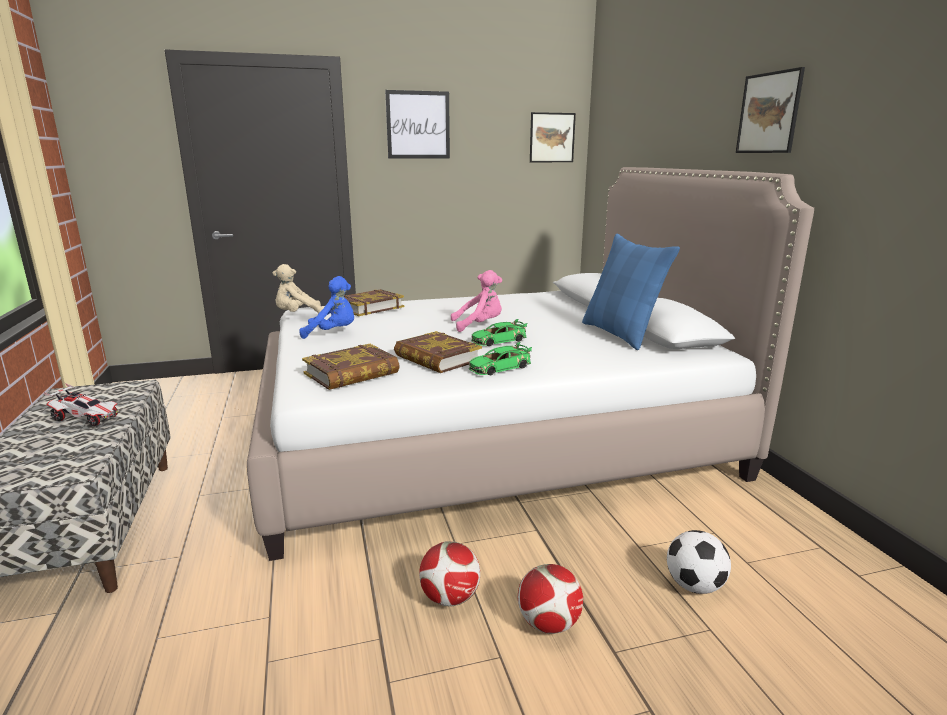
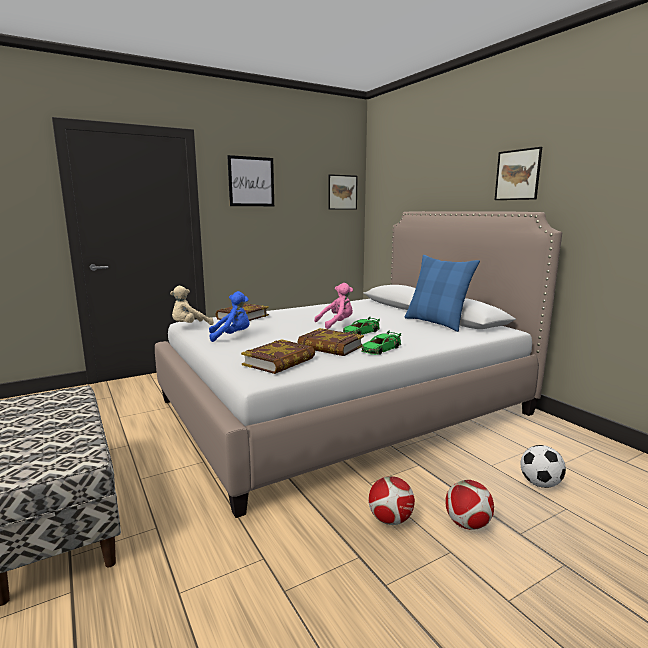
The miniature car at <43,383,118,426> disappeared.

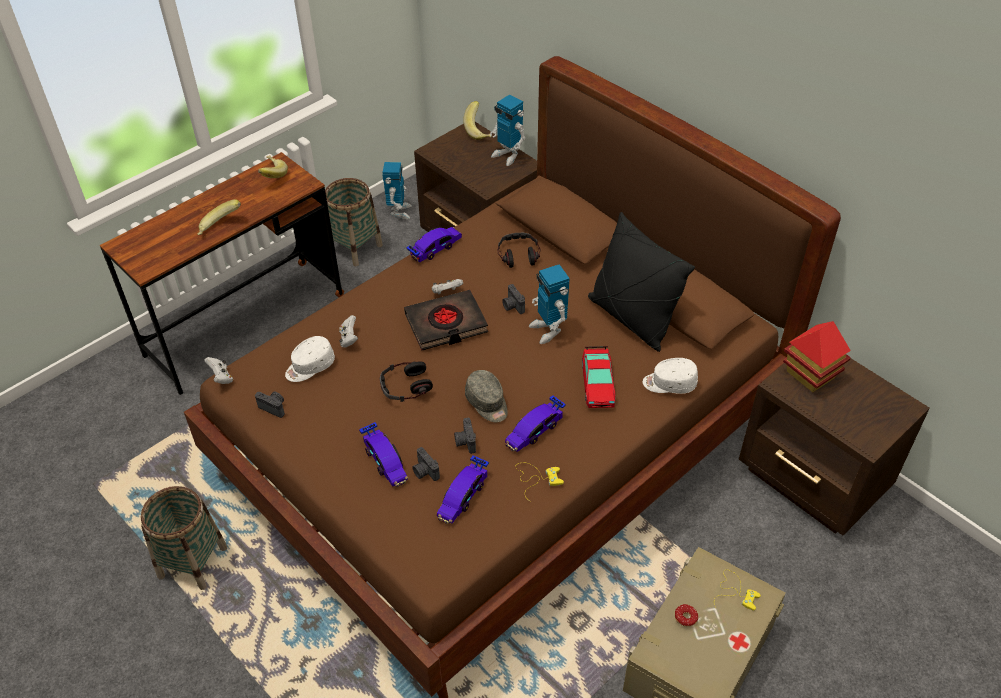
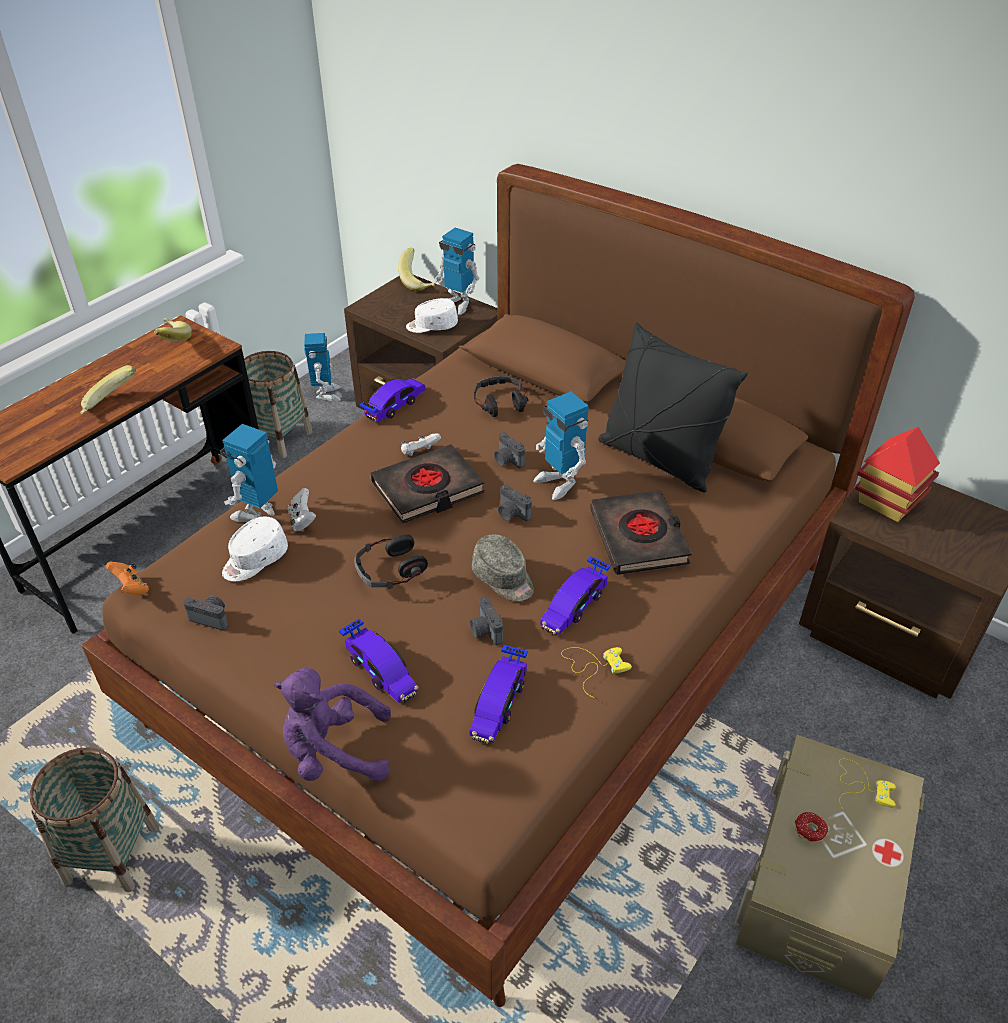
The toy robot at <220,424,278,522> appeared. The plush toy (purplish) at <274,668,391,781> appeared. The still camera moved from <412,447,440,481> to <498,484,532,521>. The baseball cap (white-coloured) moved from <642,358,698,394> to <406,298,458,333>. The miniature car at <582,346,616,408> was replaced by the volume (black-coloured) at <590,490,692,575>. The joypad (white-coloured) at <204,357,233,384> became the joypad (orange) at <106,562,149,595>.

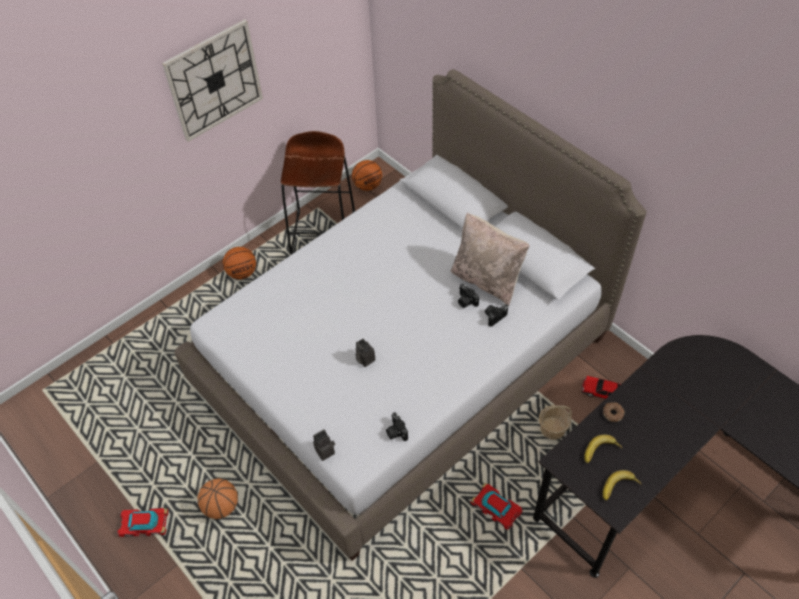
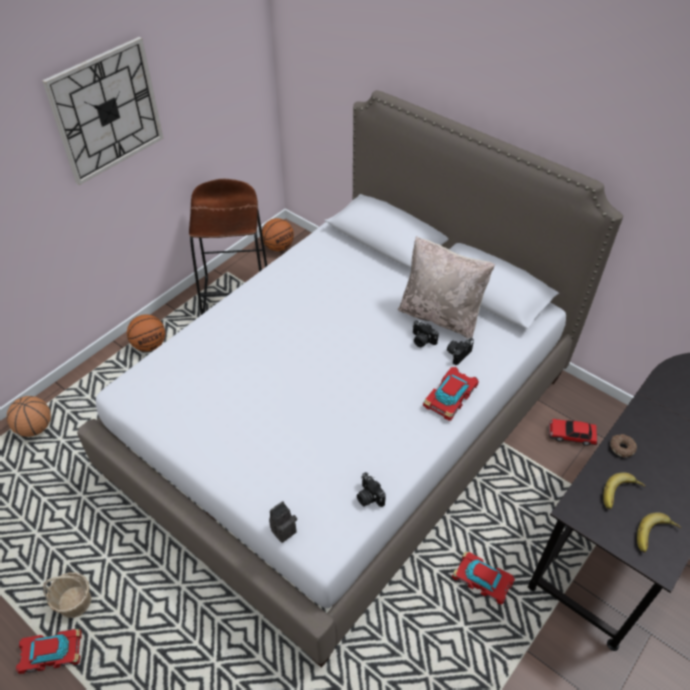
The still camera at <356,339,375,367> disappeared. The miniature car at <423,367,479,421> appeared. The ball for basketball moved from <198,478,238,519> to <7,396,51,437>. The storage basket moved from <539,405,572,440> to <43,572,91,618>.

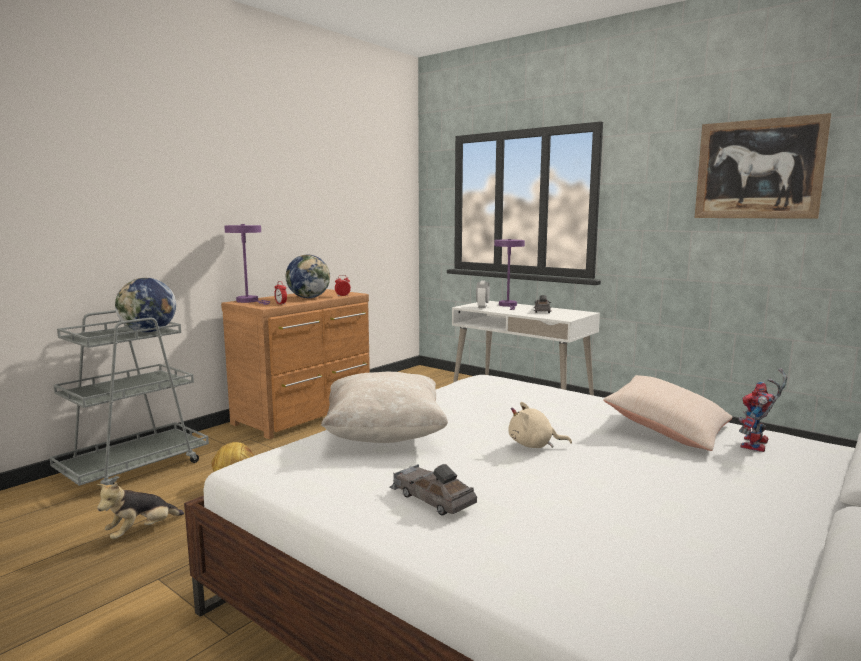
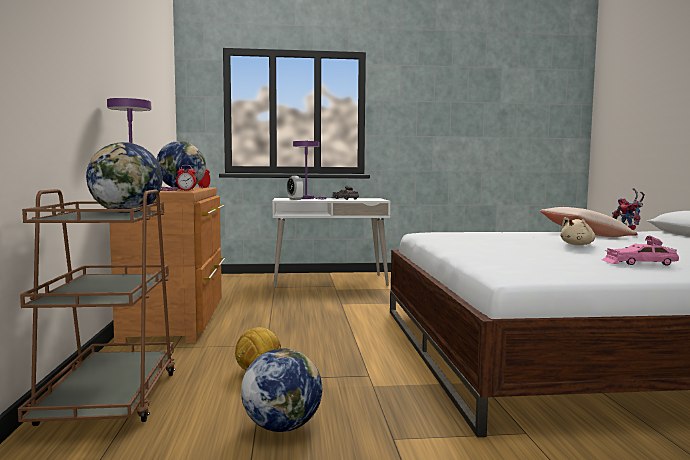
The pillow (beige) at <321,372,448,443> disappeared. The wall picture at <695,113,831,219> disappeared. The plush toy at <96,482,184,540> was replaced by the globe at <241,349,322,432>. The trolley (greyish) at <49,310,209,486> became the trolley (brownish) at <18,189,175,426>. The miniature car (greyish) at <390,464,477,516> became the miniature car (pink-coloured) at <602,236,679,266>.

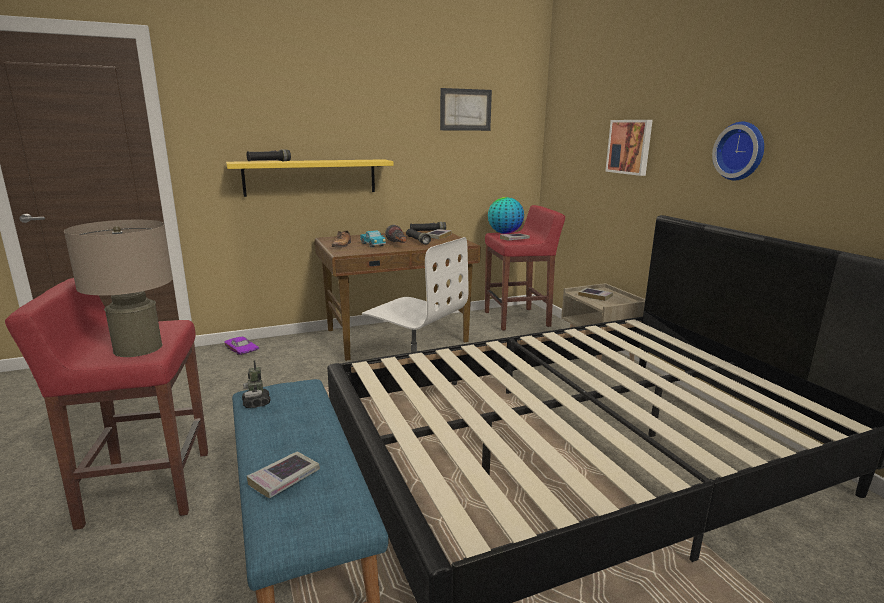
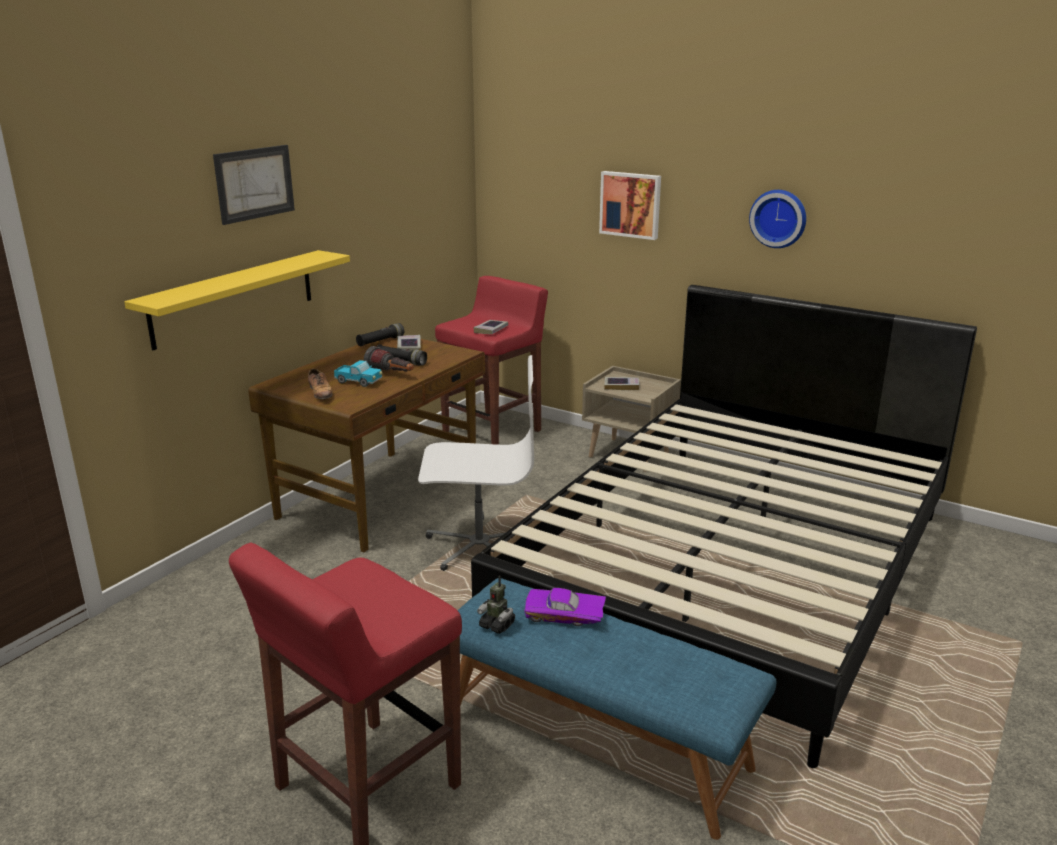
The lamp for a table (beige) at <64,220,173,357> disappeared. The torch (black-coloured) at <247,149,291,161> disappeared. The volume at <247,451,320,498> disappeared. The globe at <488,197,524,234> disappeared. The miniature car (purplish) moved from <224,337,259,355> to <524,588,606,626>. The wall picture moved from <440,88,492,131> to <213,145,295,225>.

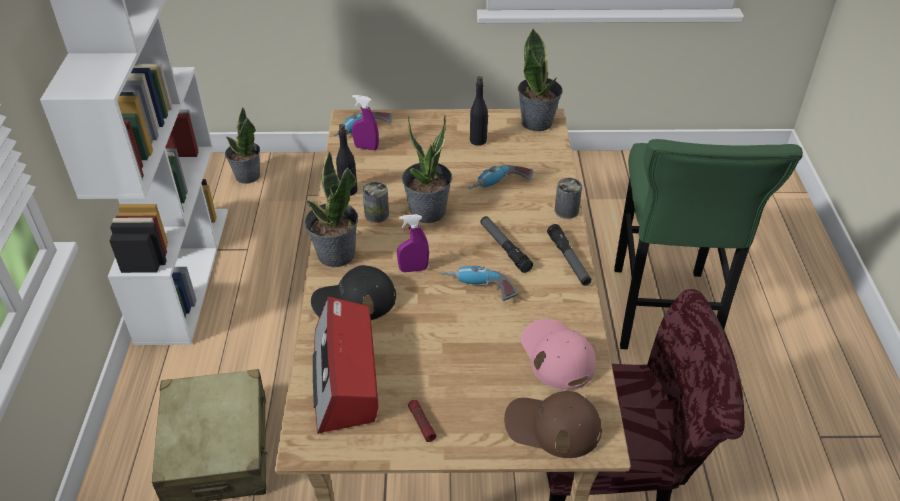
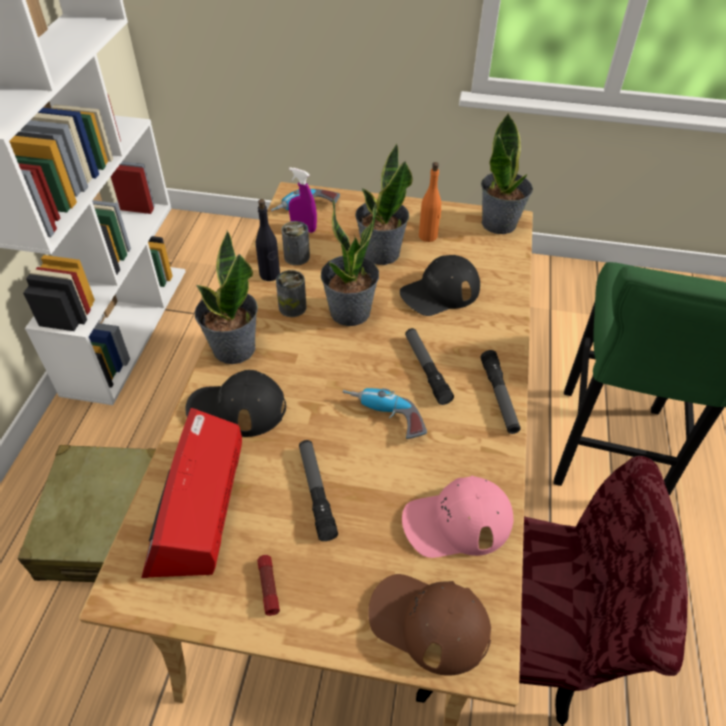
The sprayer (purplish) at <397,214,429,273> disappeared. The torch at <299,440,338,541> appeared. The potted plant moved from <225,108,260,184> to <355,142,413,265>. The can moved from <555,178,582,219> to <282,221,310,265>. The power drill at <469,165,533,189> was replaced by the baseball cap (black-coloured) at <400,255,480,316>. The bottle (black-coloured) at <470,76,488,146> became the bottle (orange) at <419,162,442,242>. The baseball cap (pink-coloured) at <521,319,596,390> turned 90 degrees counterclockwise.

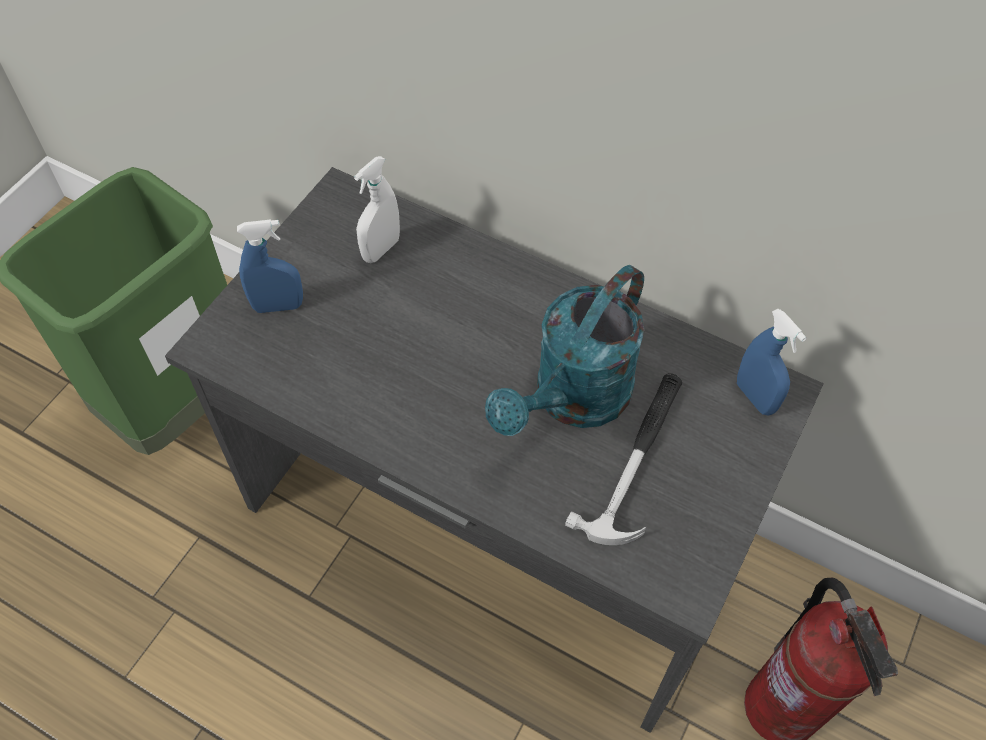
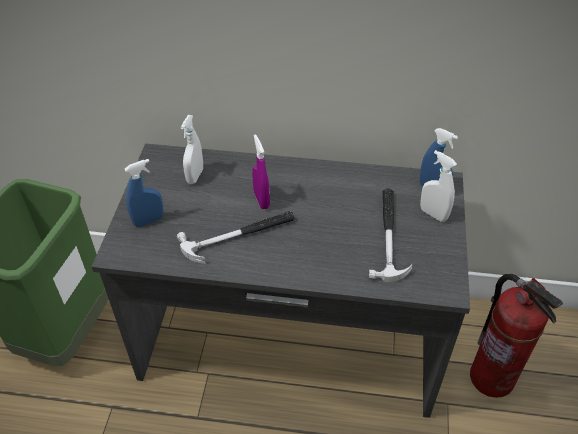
The watering pot (turquoise-coloured) at <485,265,645,436> disappeared. The hand hammer at <177,211,295,264> appeared. The sprayer (purplish) at <252,134,270,209> appeared. The sprayer (white-coloured) at <420,150,457,222> appeared.

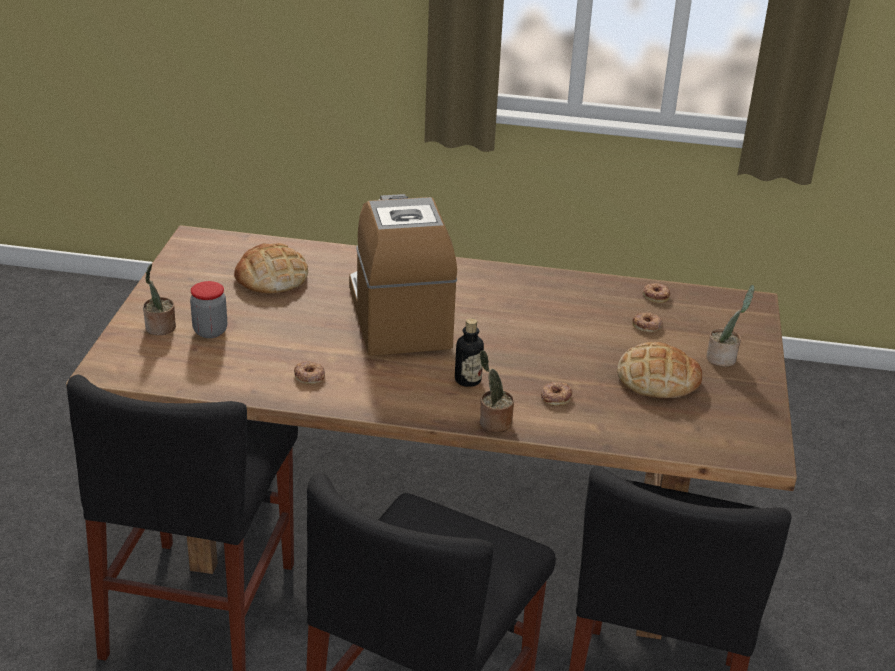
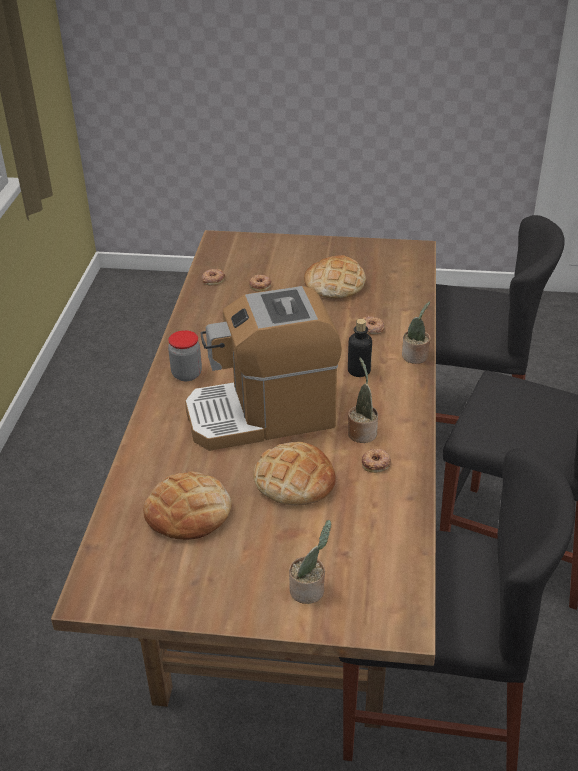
The bakery bread at <253,442,336,506> appeared. The preserve jar moved from <190,281,227,338> to <168,330,202,381>. The potted plant moved from <706,285,755,367> to <348,358,378,443>.

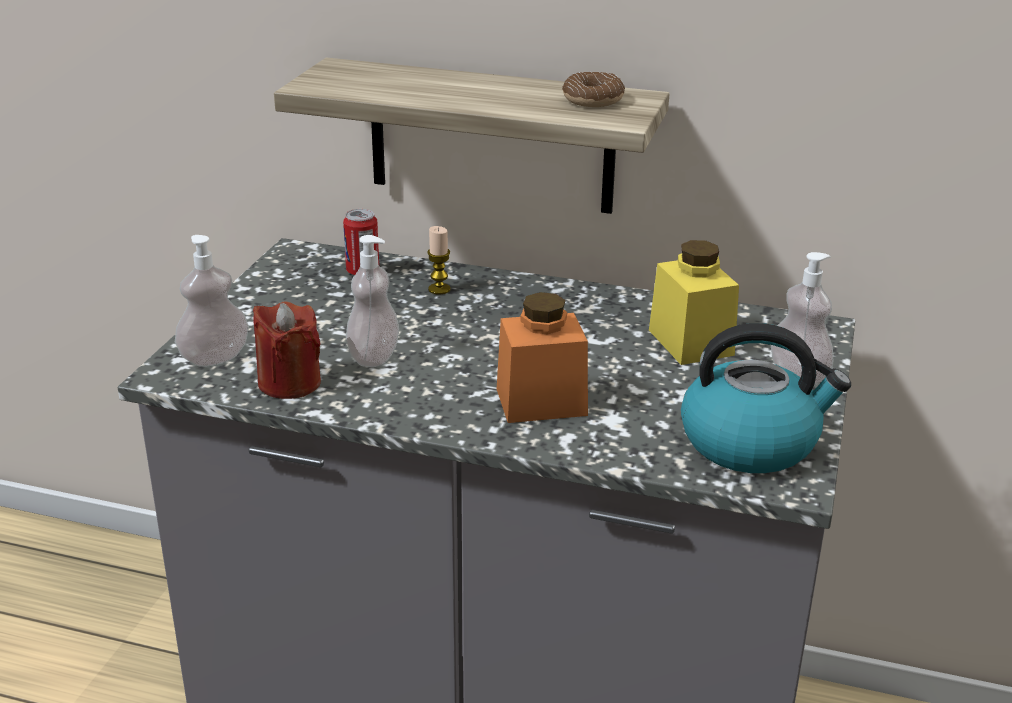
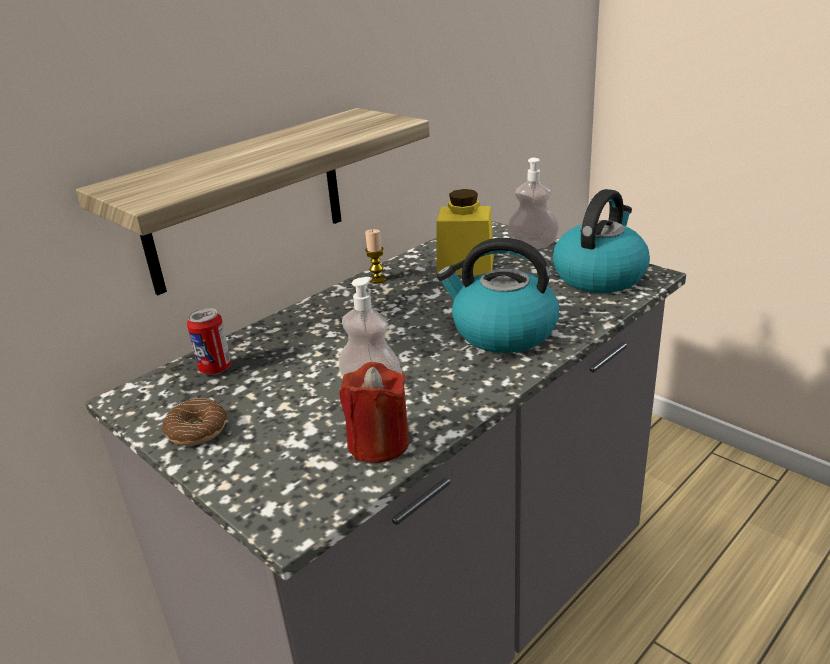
The soap dispenser at <175,235,249,367> disappeared. The wax light moved from <427,226,451,295> to <365,229,386,283>. The doughnut moved from <562,72,625,107> to <162,398,227,446>. The preserve jar (orange) at <497,292,588,423> was replaced by the water kettle at <437,238,559,353>.

